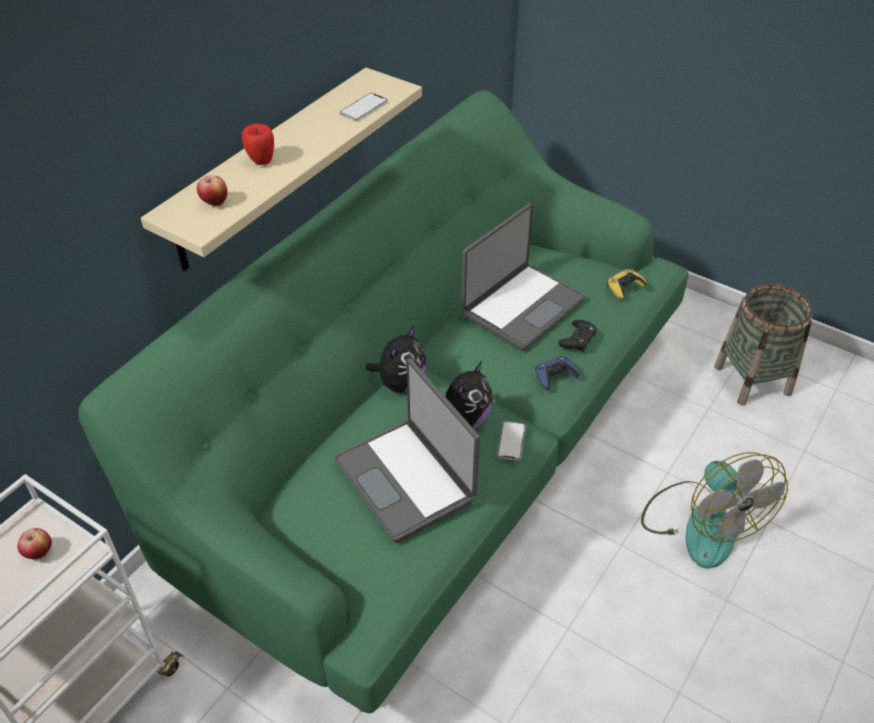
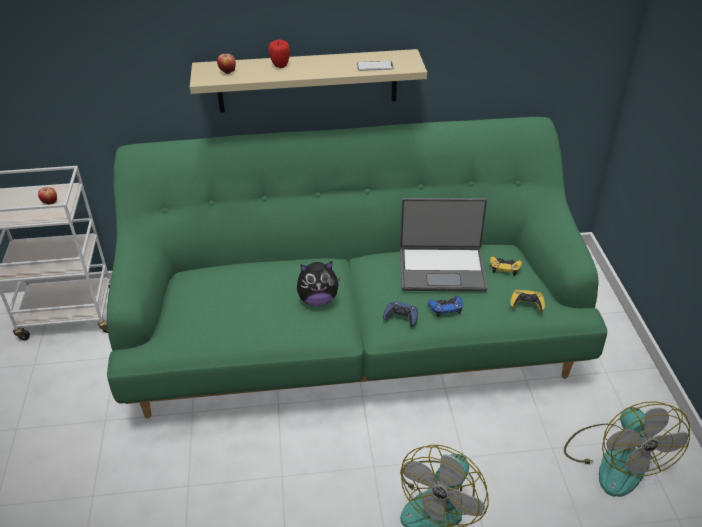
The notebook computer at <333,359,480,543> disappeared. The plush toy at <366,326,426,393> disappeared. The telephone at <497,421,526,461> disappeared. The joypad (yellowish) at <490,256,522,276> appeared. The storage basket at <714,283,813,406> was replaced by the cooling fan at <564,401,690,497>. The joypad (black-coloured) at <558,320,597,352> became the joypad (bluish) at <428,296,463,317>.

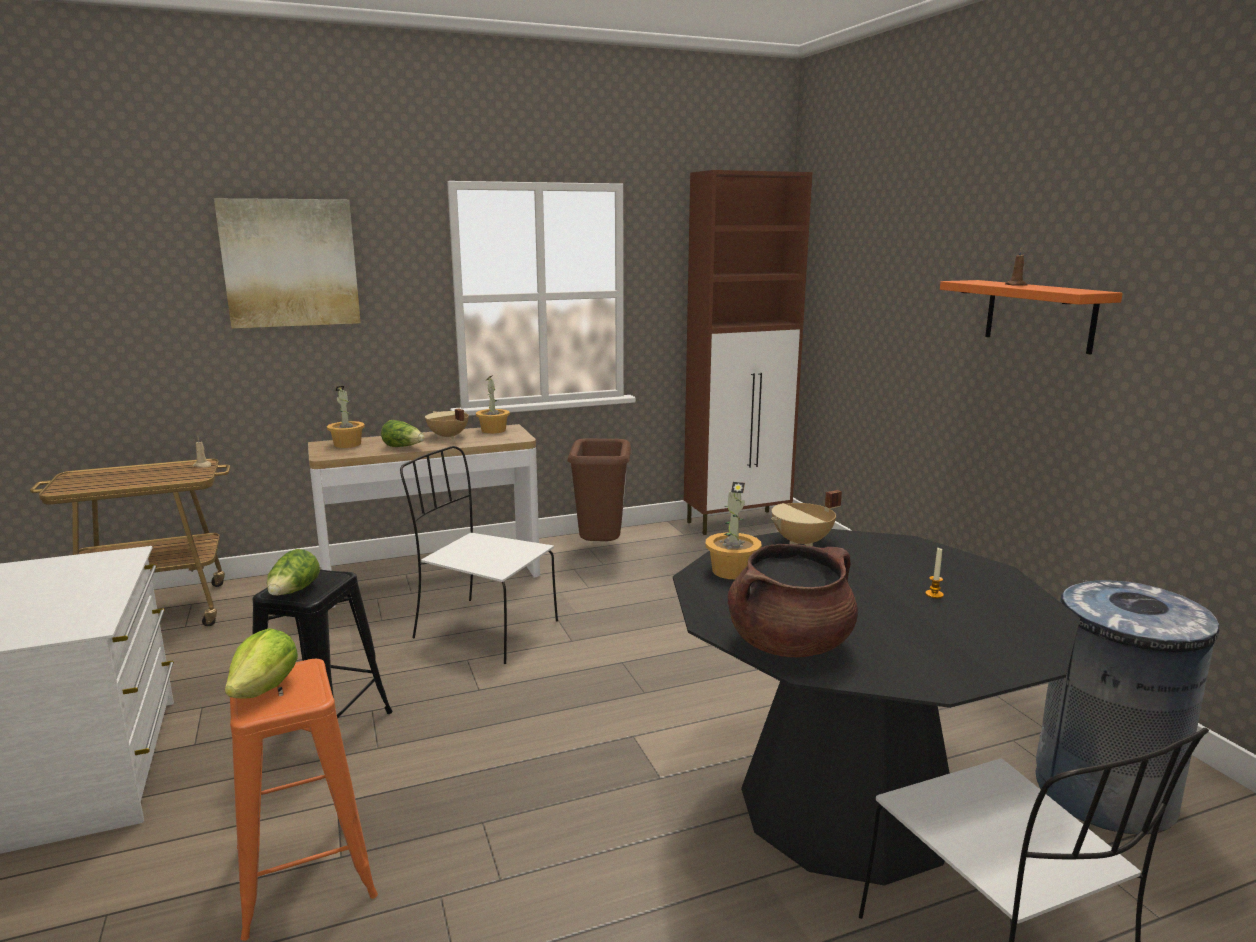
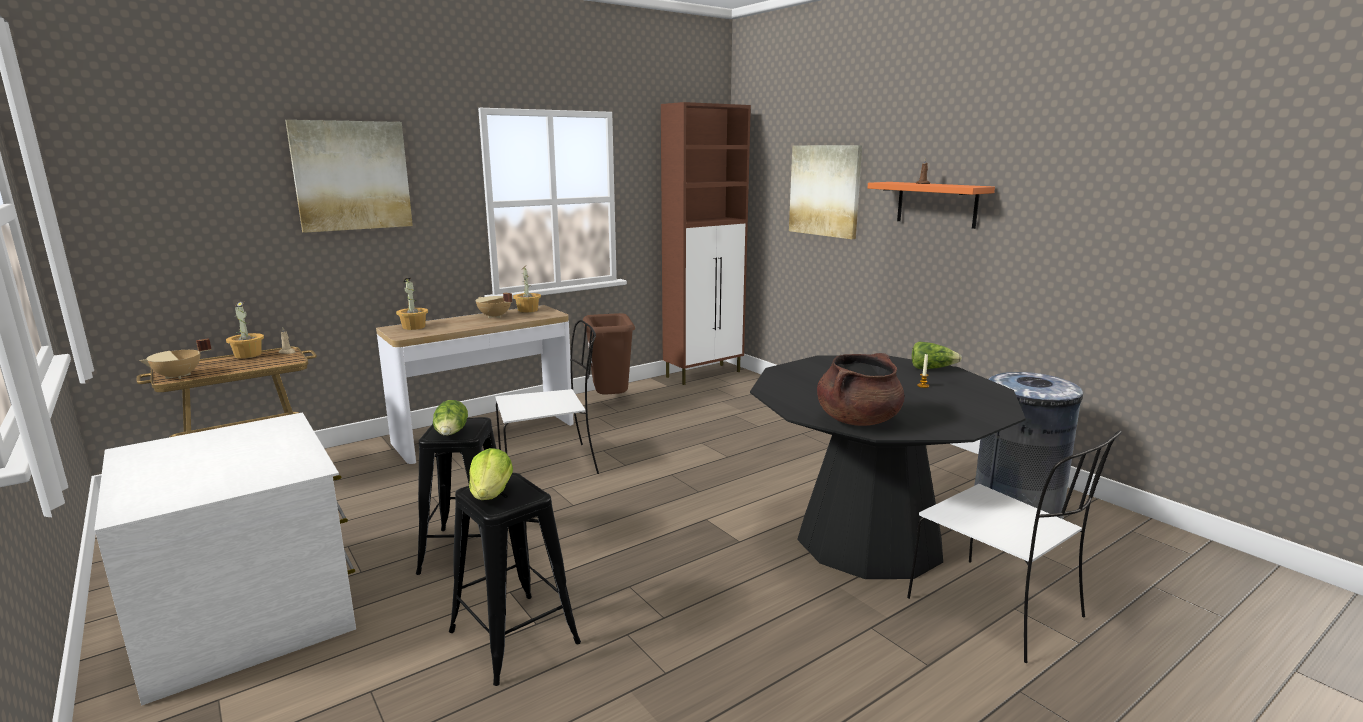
The wall picture at <789,145,862,239> appeared. The lettuce moved from <381,420,425,447> to <912,342,962,369>. The potted plant moved from <705,482,762,579> to <226,301,264,358>. The cooking pot (beige) moved from <771,490,842,546> to <139,338,211,379>. The stool seat (orange) at <230,659,378,941> became the stool seat (black-coloured) at <449,473,581,686>. The plain chair (white-coloured) at <400,446,558,664> turned 150 degrees clockwise.

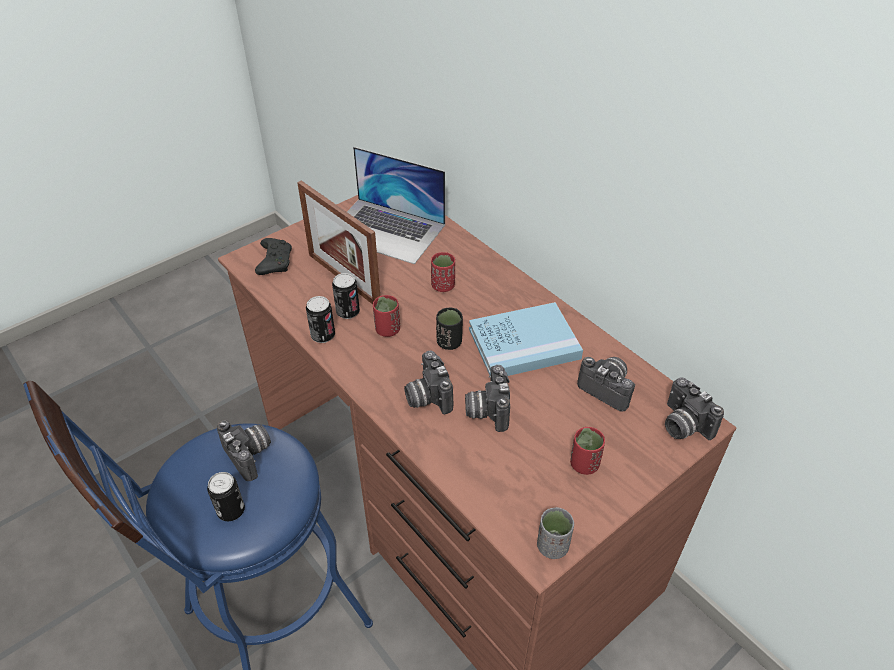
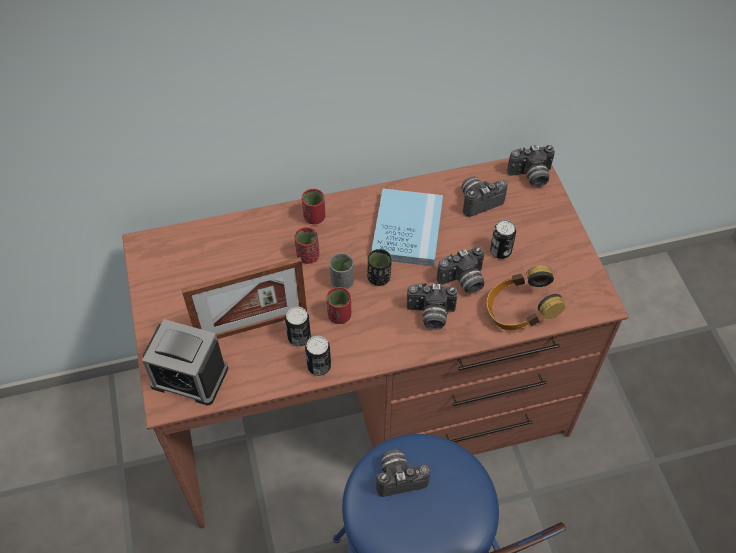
The notebook computer at <347,147,445,264> disappeared. The headphones at <486,265,565,330> appeared. The can moved from <207,472,245,521> to <490,220,516,259>. The small cup (greyish) moved from <537,507,574,559> to <329,253,354,289>. The small cup (red-coloured) moved from <570,427,605,475> to <302,189,325,224>. The joypad (black-coloured) at <255,238,292,275> was replaced by the table clock at <142,319,228,406>. The still camera at <465,365,510,432> turned 45 degrees counterclockwise.

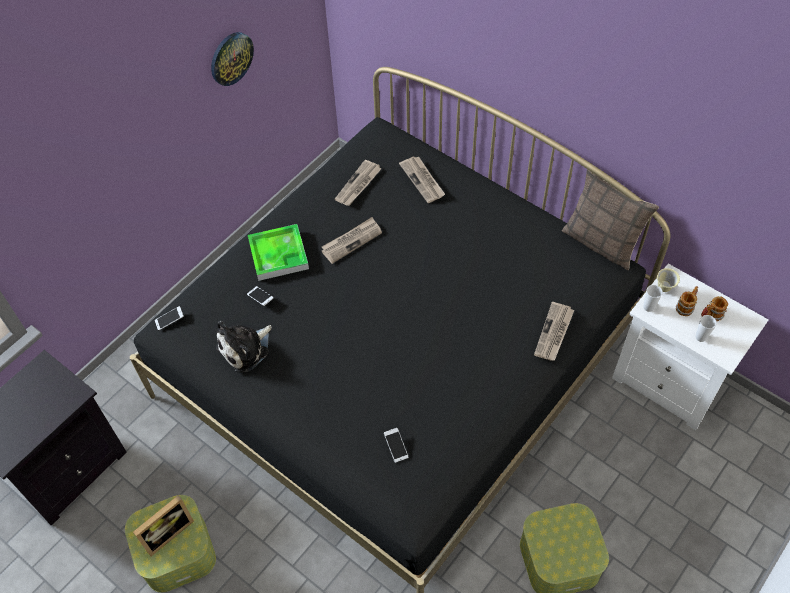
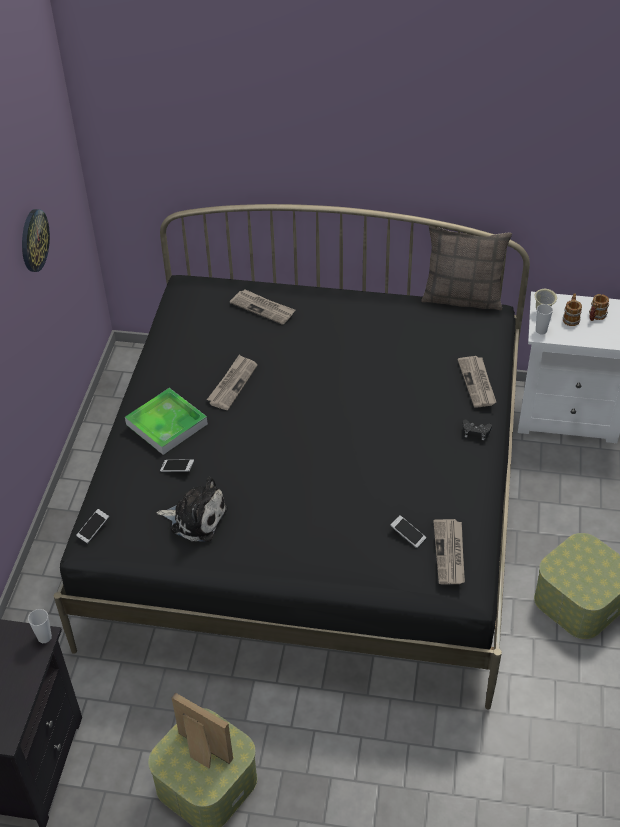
The joypad (black-coloured) at <463,420,492,440> appeared. The newspaper moved from <335,159,382,206> to <433,519,465,584>. The small cup moved from <695,315,717,342> to <28,609,52,643>. The standing frame at <133,495,194,556> turned 75 degrees counterclockwise. The plush toy at <216,321,272,373> turned 90 degrees counterclockwise.

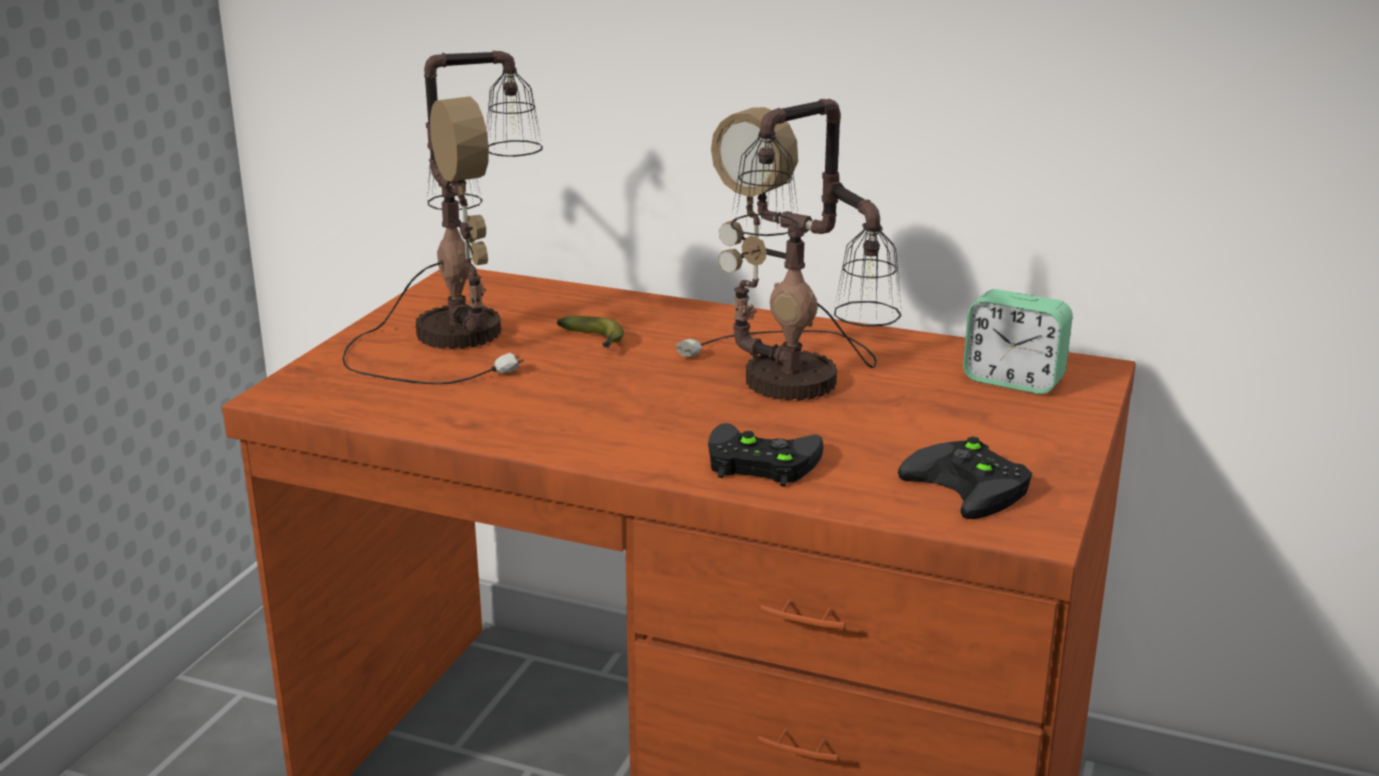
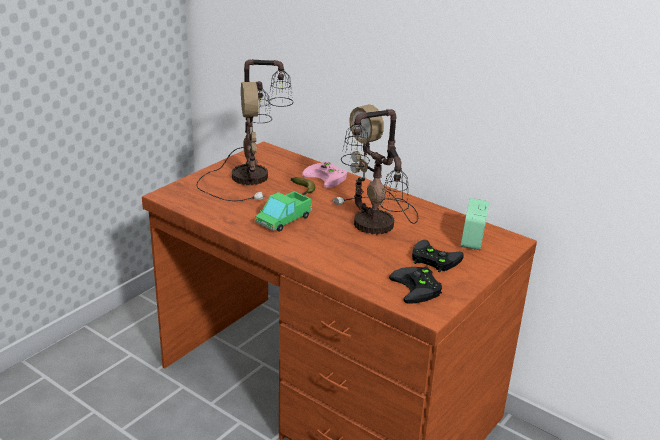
The toy truck at <255,191,312,232> appeared. The joypad (pink-coloured) at <302,161,347,188> appeared. The joypad (black-coloured) moved from <708,423,824,487> to <412,240,464,272>. The table clock at <963,289,1073,394> turned 60 degrees clockwise.

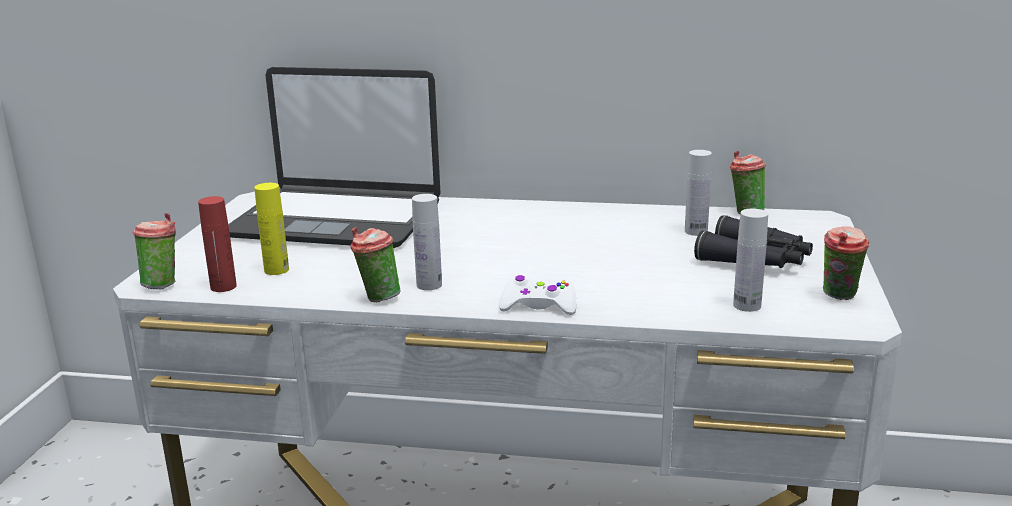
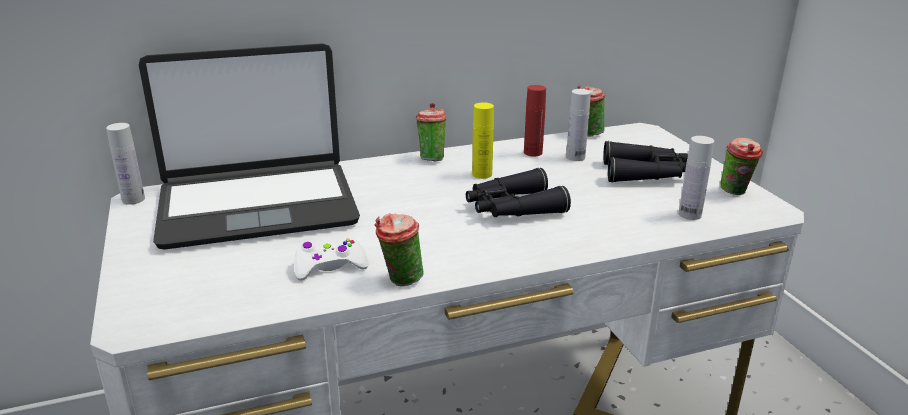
The binoculars (black-coloured) at <466,168,571,217> appeared. The small cup moved from <132,213,176,290> to <416,103,447,162>. The bottle (red-coloured) moved from <198,196,237,292> to <524,85,546,157>. The bottle (yellowish) moved from <254,183,289,275> to <472,102,494,179>. The bottle (white-coloured) moved from <412,194,442,290> to <106,123,145,205>. The joypad (white-coloured) moved from <499,275,576,315> to <294,236,369,281>.

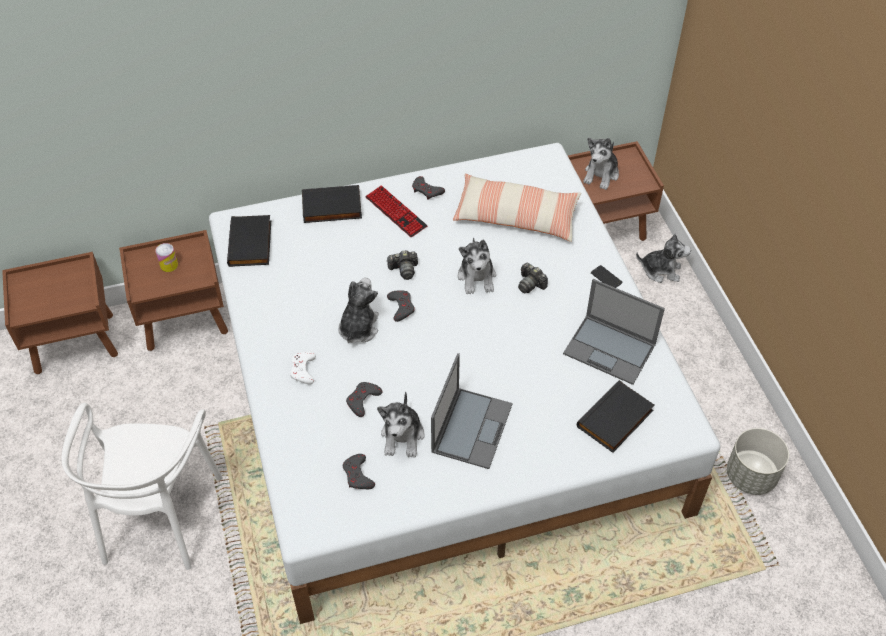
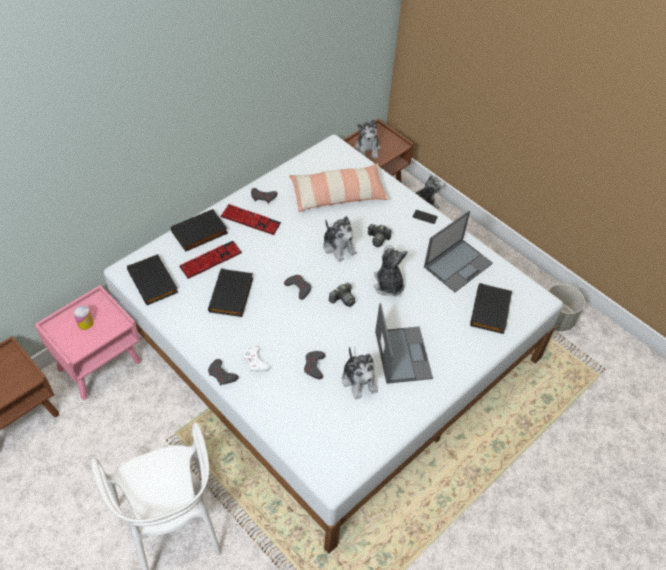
The keyboard at <179,241,242,279> appeared. The volume (black-coloured) at <208,268,253,317> appeared. The plush toy moved from <338,278,379,343> to <374,245,408,297>. The joypad (greyish) moved from <343,454,375,489> to <208,359,239,386>. The still camera moved from <387,250,418,280> to <329,283,356,307>. The nightstand (brownish) at <119,230,228,351> became the nightstand (pink-coloured) at <34,285,141,400>. The notebook computer at <563,279,665,385> turned 45 degrees counterclockwise.

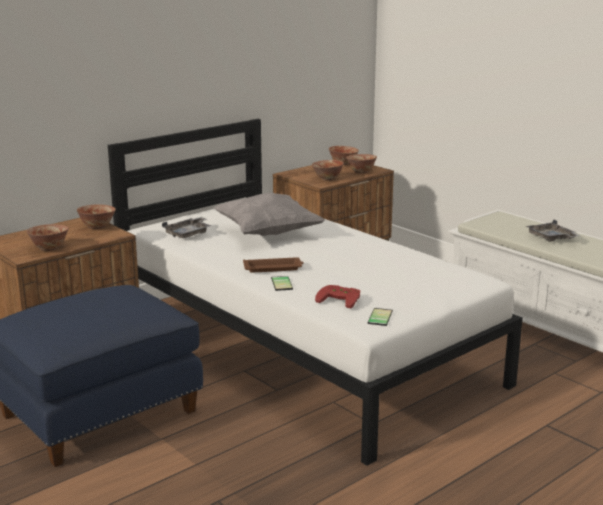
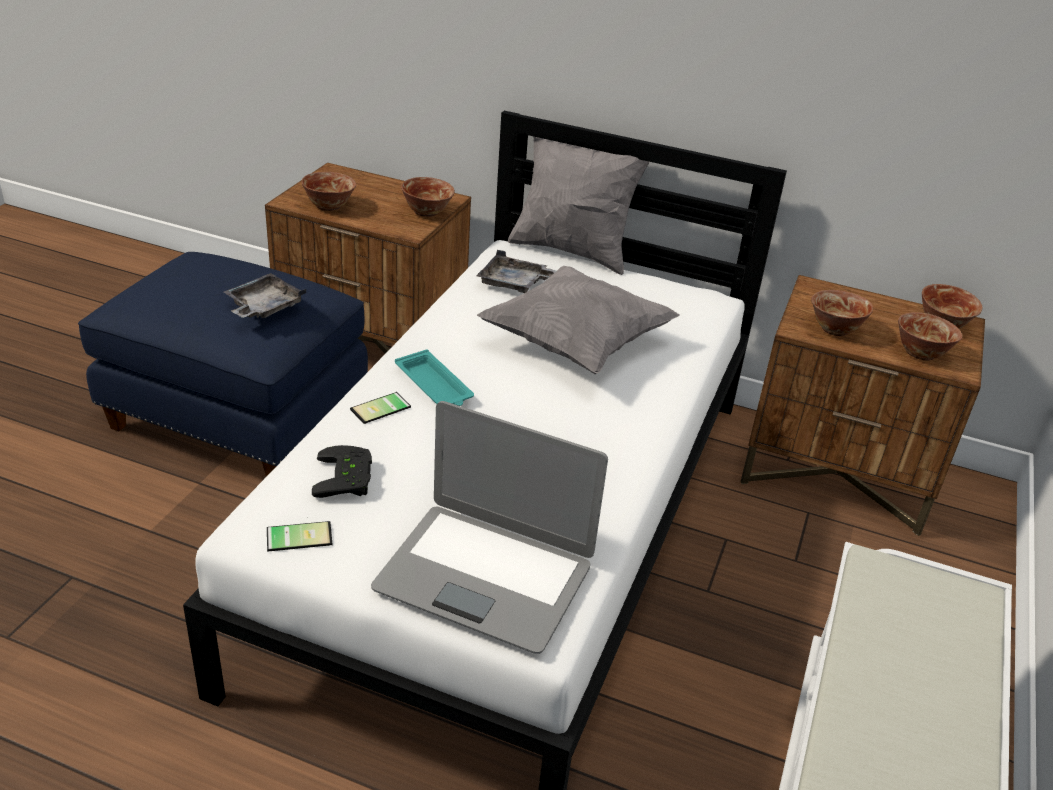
The notebook computer at <371,401,608,654> appeared. The pillow (greyish) at <508,137,649,275> appeared. The serving tray (greyish) moved from <526,219,580,242> to <224,273,306,318>. The serving tray (brownish) at <243,257,304,273> became the serving tray (turquoise-coloured) at <395,350,474,406>. The joypad (red-coloured) at <315,285,360,309> became the joypad (black-coloured) at <312,445,372,498>.

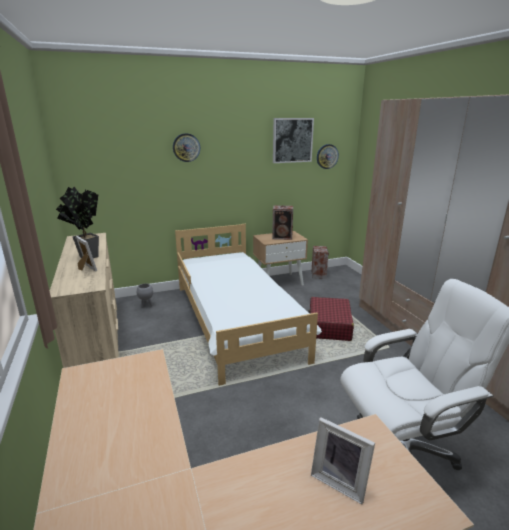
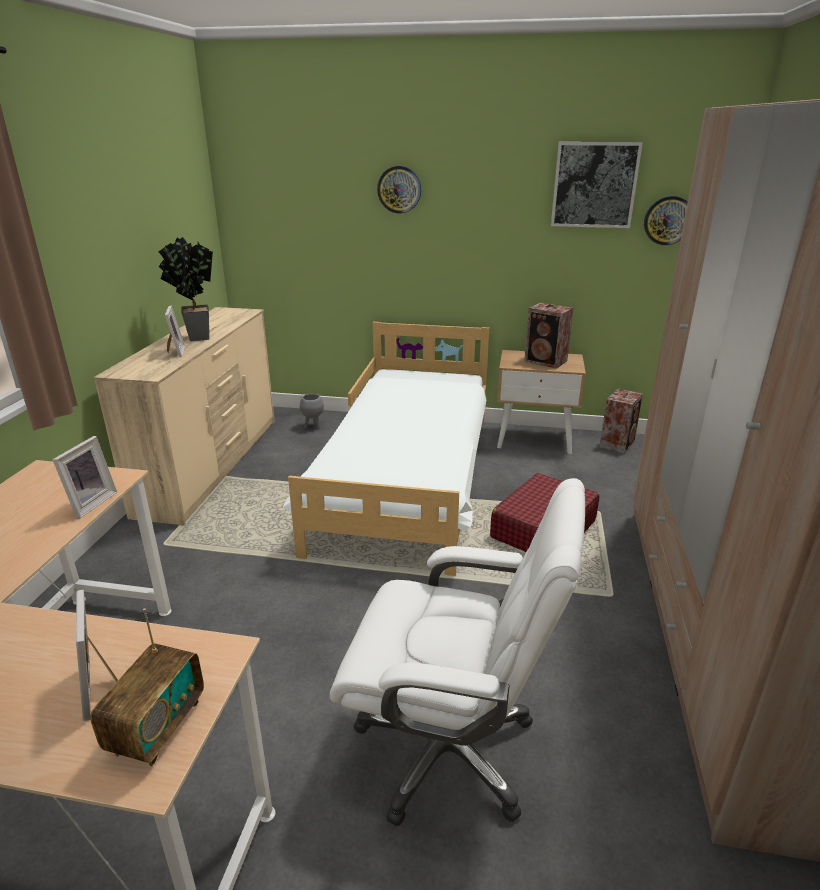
The standing frame at <52,436,117,519> appeared. The radio set at <90,608,204,766> appeared.

